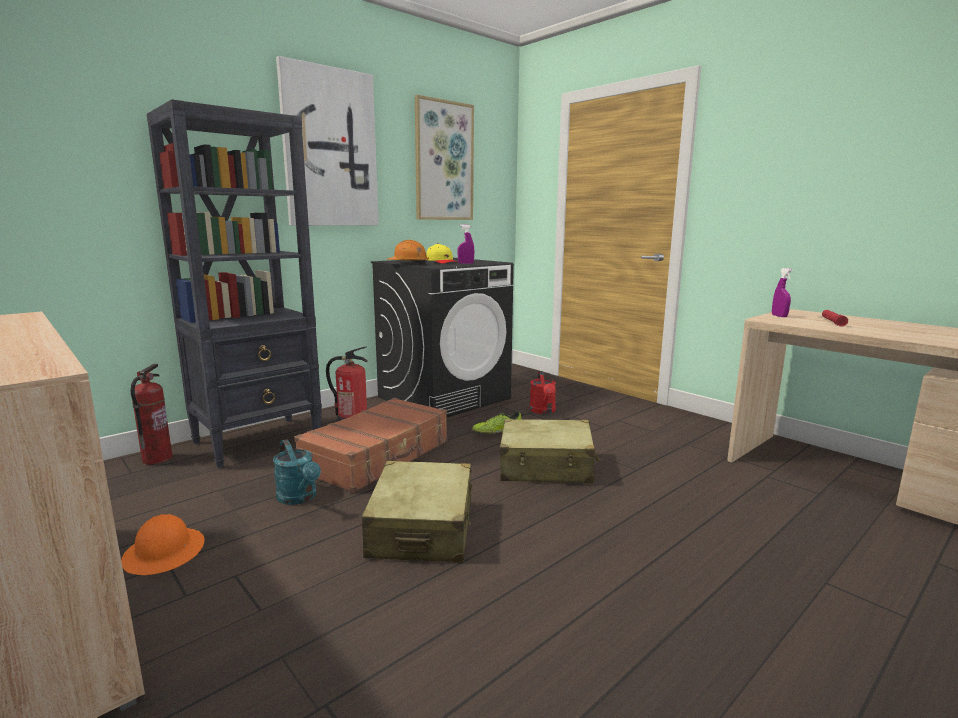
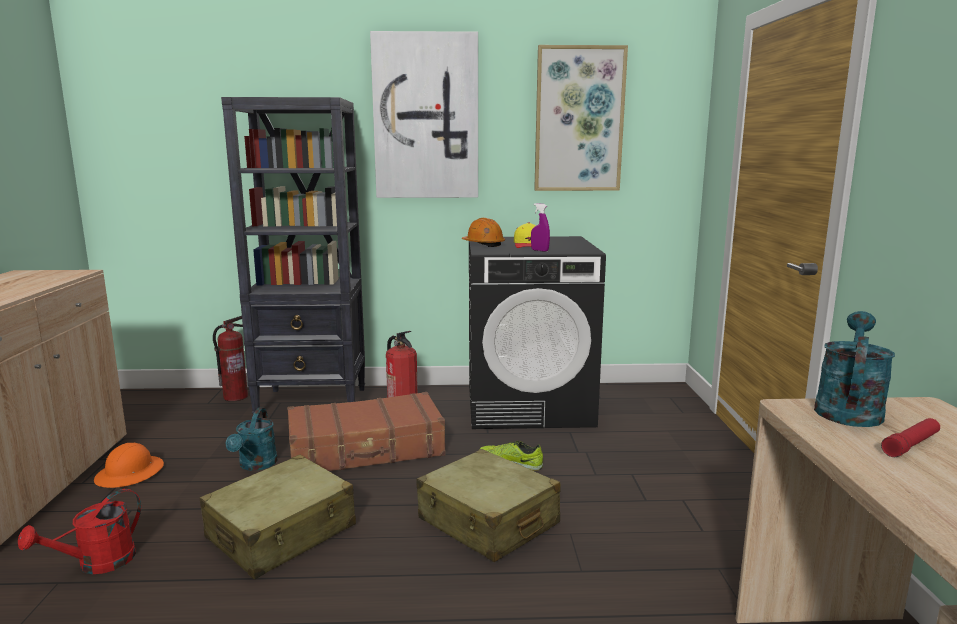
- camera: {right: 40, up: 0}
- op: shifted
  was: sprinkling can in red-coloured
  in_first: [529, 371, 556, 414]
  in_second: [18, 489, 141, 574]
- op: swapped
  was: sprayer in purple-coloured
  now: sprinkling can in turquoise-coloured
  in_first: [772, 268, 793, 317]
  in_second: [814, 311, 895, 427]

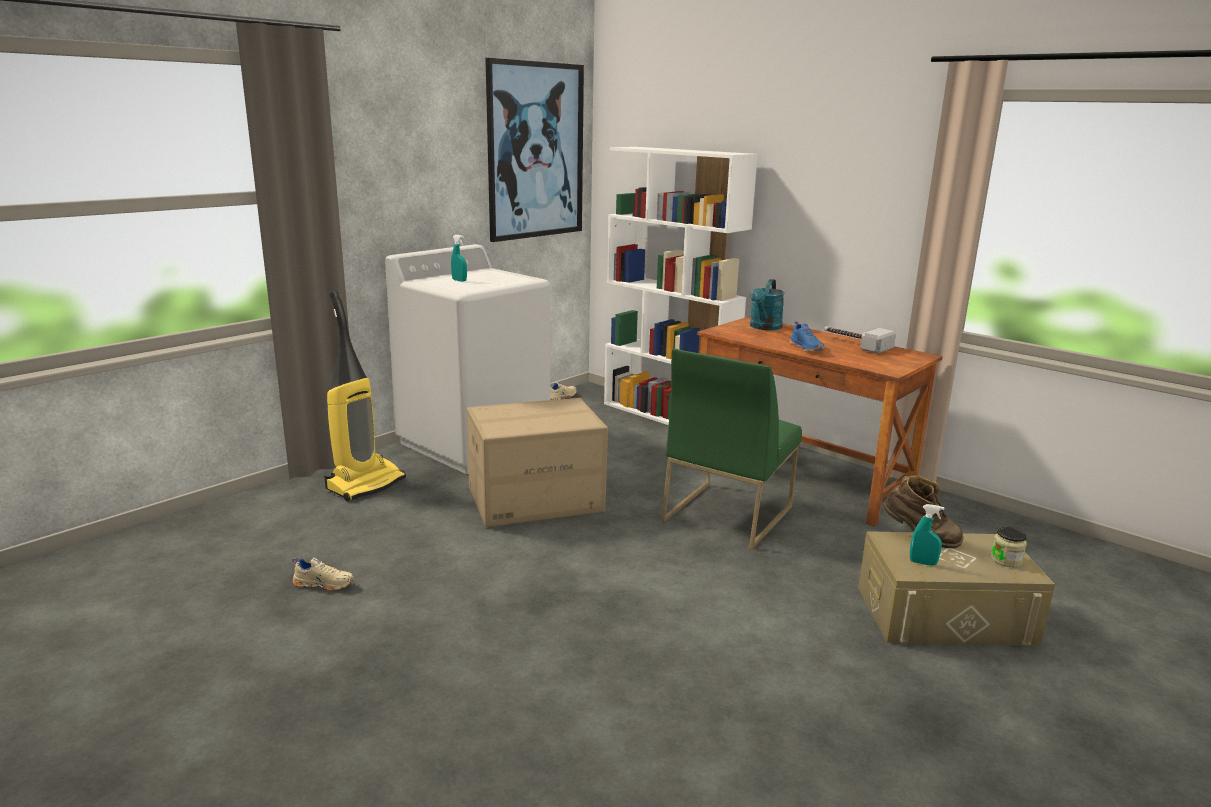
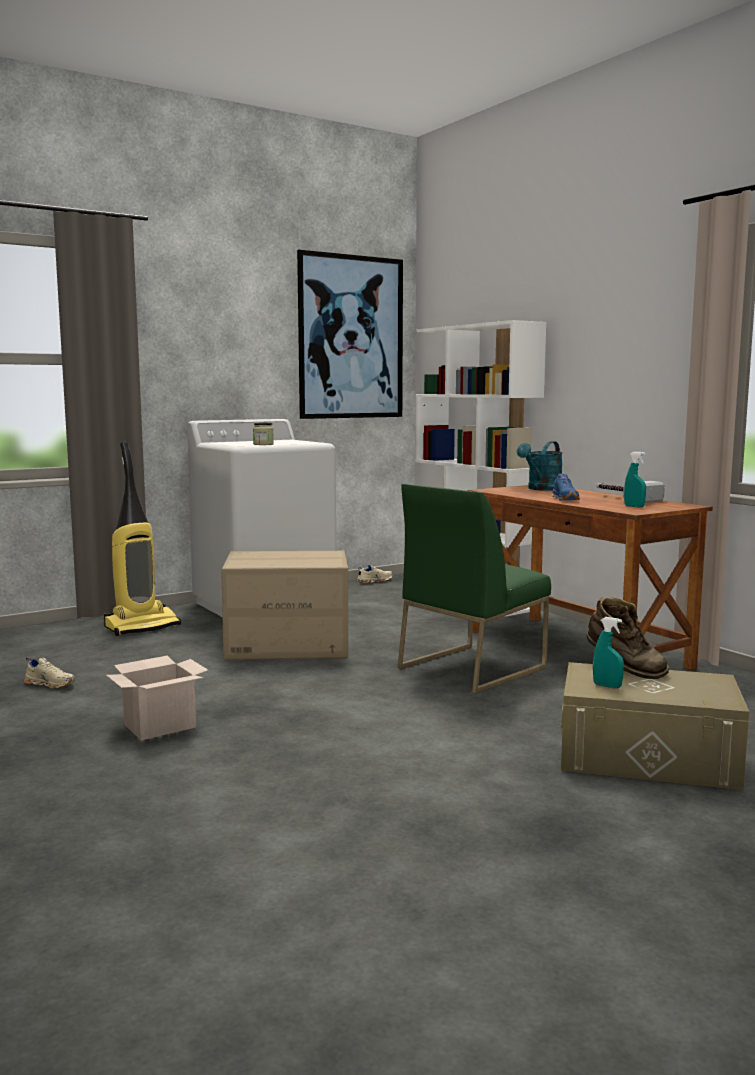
- camera: {right: 15, up: -10}
- op: shifted
  was: sprayer in turquoise-coloured
  in_first: [451, 235, 467, 282]
  in_second: [624, 452, 646, 507]
- op: shifted
  was: storage jar
  in_first: [991, 527, 1027, 568]
  in_second: [253, 422, 274, 445]
- op: new
  now: carton
  in_second: [106, 656, 209, 740]

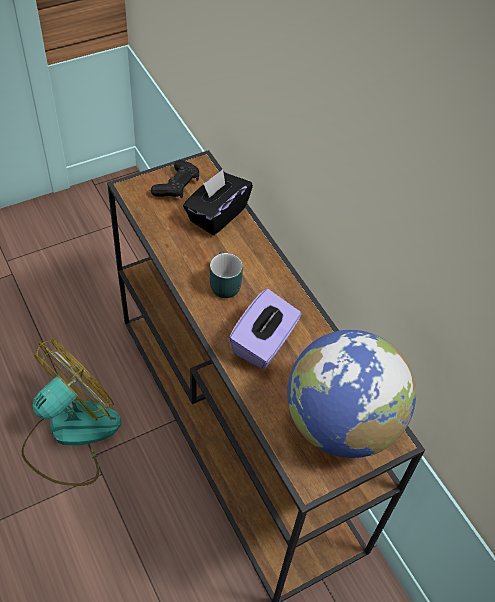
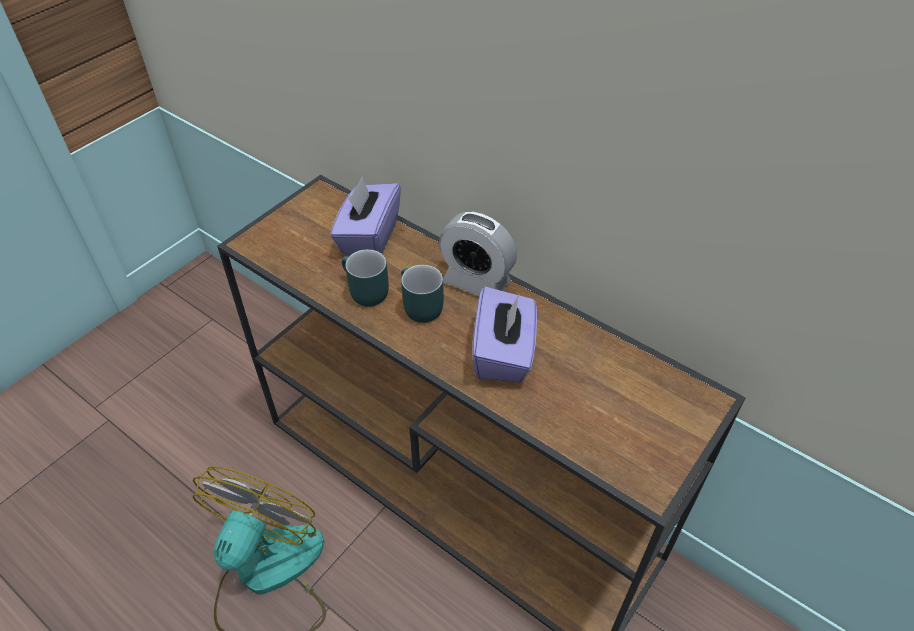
- camera: {right: -20, up: -5}
- op: gone
  was: game controller in black
  in_first: [151, 160, 199, 198]
- op: repainted
  was: tissue holder in black
  now: tissue holder in purple-coloured
  in_first: [183, 169, 253, 235]
  in_second: [330, 177, 401, 255]
- op: gone
  was: desk globe
  in_first: [287, 330, 416, 458]
- op: new
  now: tea mug in turquoise-coloured
  in_second: [342, 249, 389, 307]
- op: new
  now: table clock
  in_second: [439, 212, 517, 296]

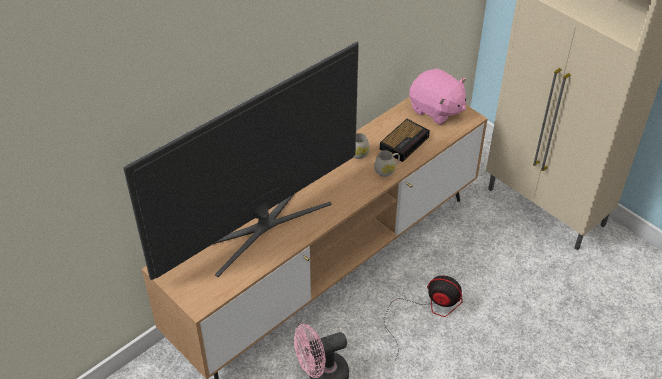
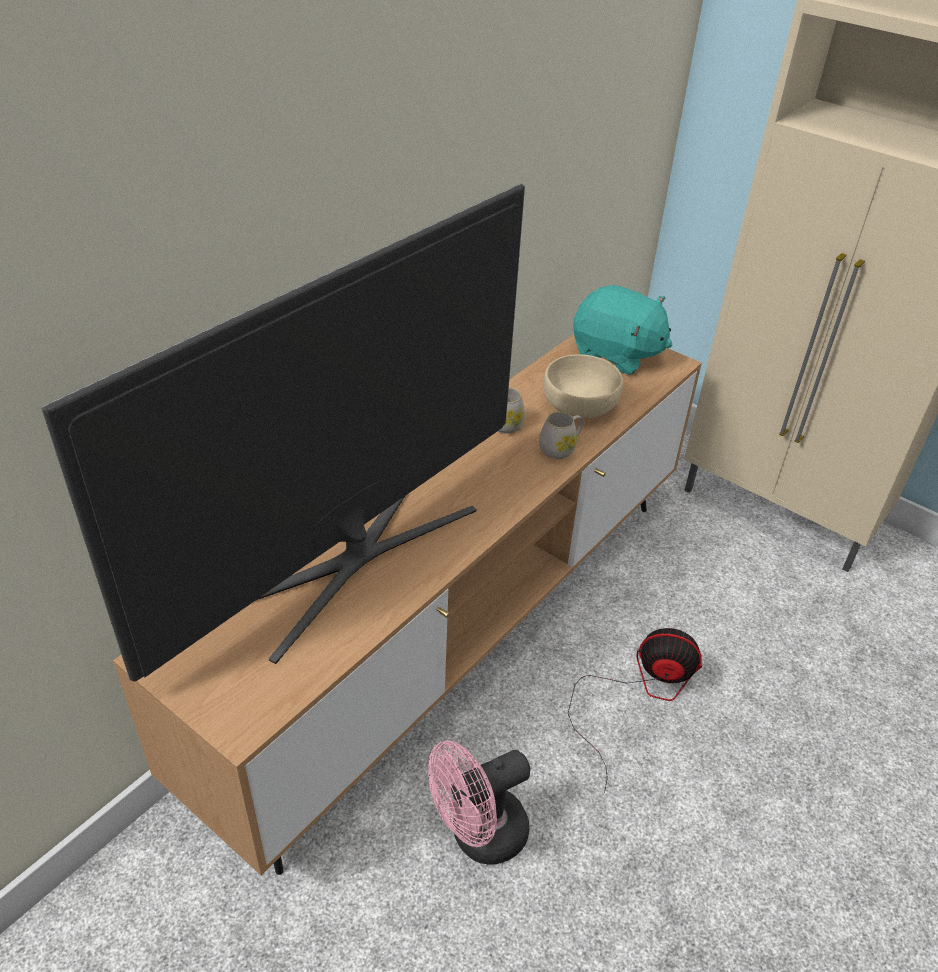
- camera: {right: -10, up: -5}
- op: swapped
  was: table clock
  now: serving bowl in beige-coloured
  in_first: [380, 119, 430, 162]
  in_second: [543, 354, 623, 418]
- op: repainted
  was: plush toy in pink-coloured
  now: plush toy in turquoise-coloured
  in_first: [409, 68, 466, 125]
  in_second: [573, 285, 672, 375]

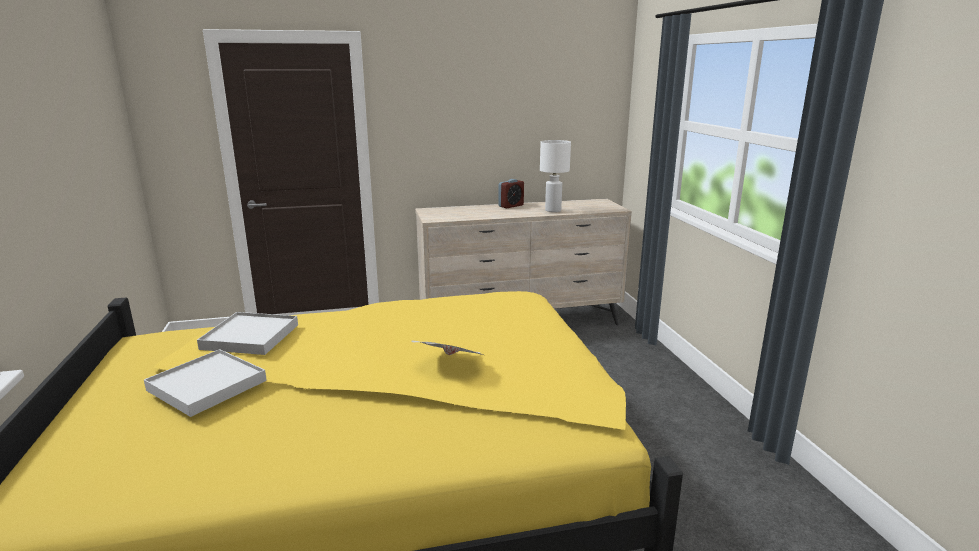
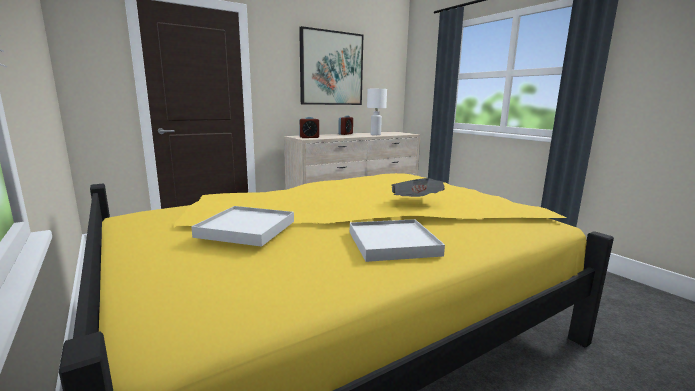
- camera: {right: -20, up: -5}
- op: shifted
  was: tray in white-coloured
  in_first: [197, 312, 298, 355]
  in_second: [350, 219, 445, 262]
- op: new
  now: wall art
  in_second: [299, 26, 363, 105]
- op: new
  now: table clock
  in_second: [299, 117, 319, 138]

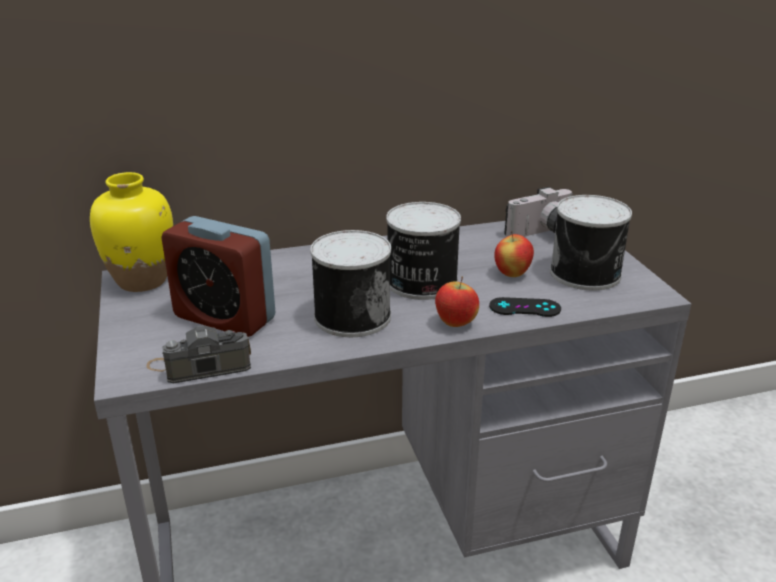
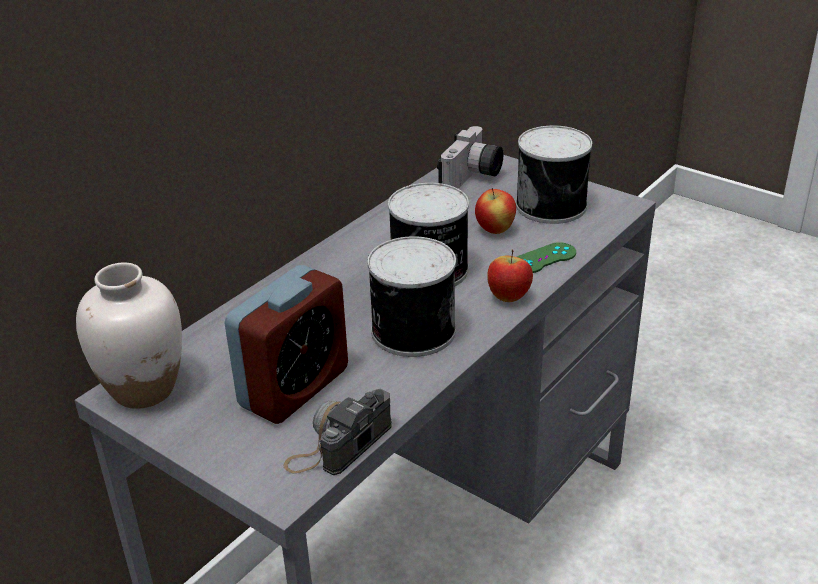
- camera: {right: -35, up: 5}
- op: repainted
  was: flower vase in yellow-coloured
  now: flower vase in white-coloured
  in_first: [90, 172, 173, 292]
  in_second: [76, 263, 182, 409]
- op: rotated
  was: table clock
  in_first: [161, 216, 276, 337]
  in_second: [224, 265, 348, 424]
  clockwise: -45
- op: repainted
  was: game controller in black
  now: game controller in green-coloured
  in_first: [489, 297, 561, 317]
  in_second: [517, 242, 576, 273]

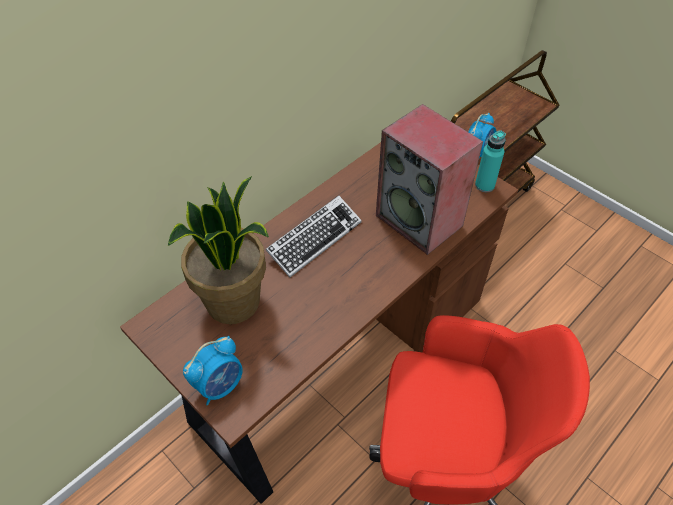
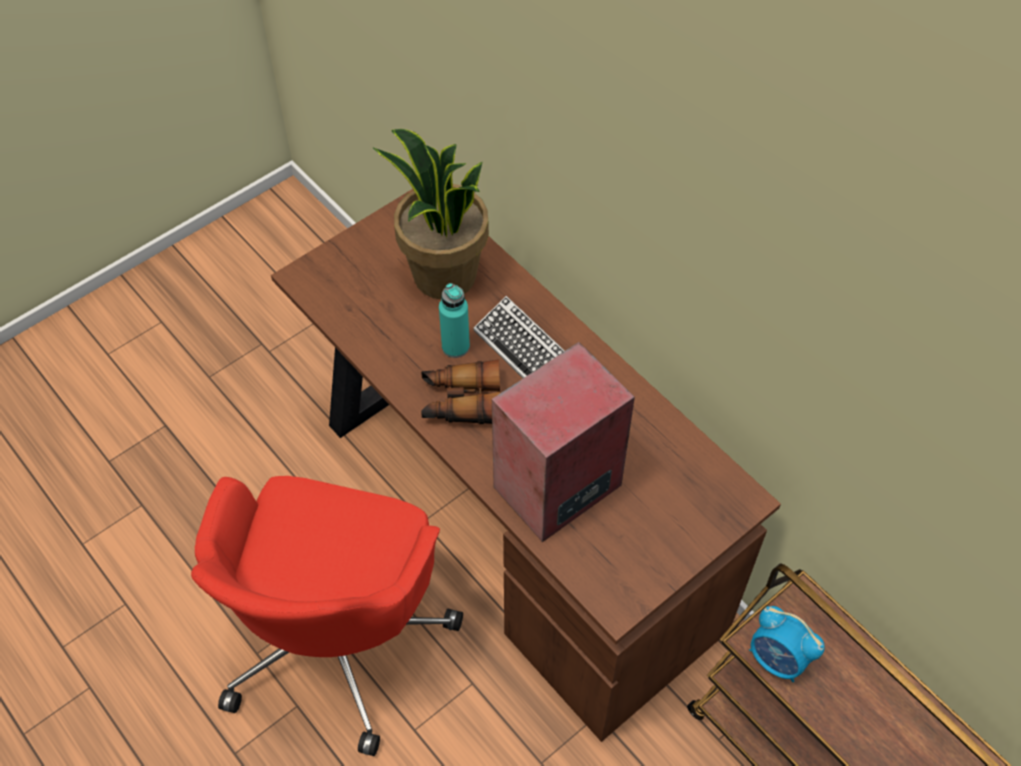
- camera: {right: 95, up: 5}
- op: gone
  was: table clock
  in_first: [183, 336, 243, 405]
- op: shifted
  was: drink bottle in turquoise-coloured
  in_first: [475, 130, 506, 192]
  in_second: [439, 283, 470, 358]
- op: new
  now: pair of binoculars
  in_second: [421, 360, 500, 424]

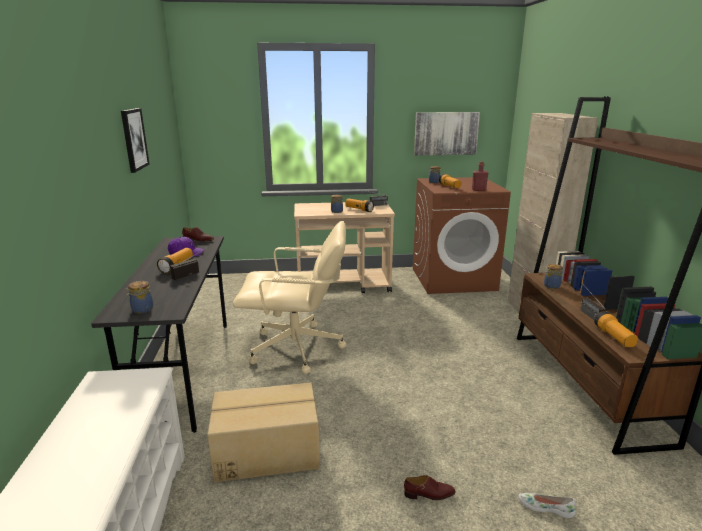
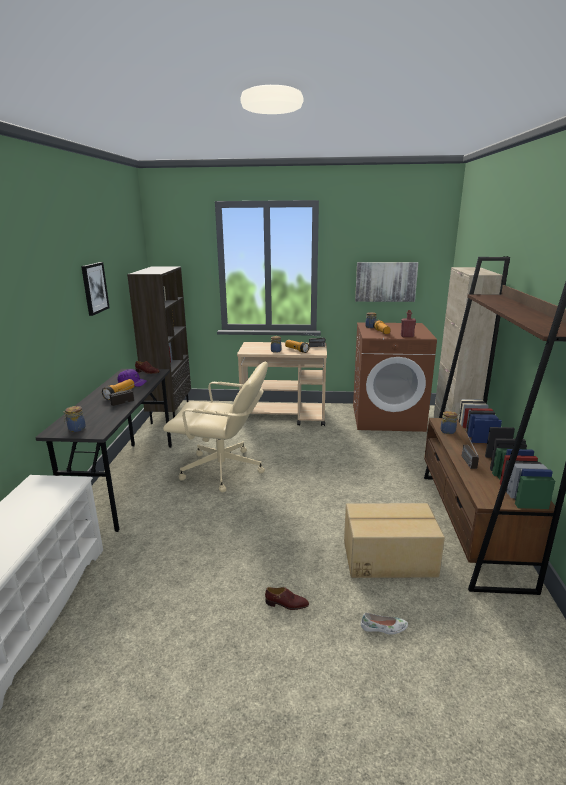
- camera: {right: 10, up: 0}
- op: shifted
  was: carton
  in_first: [207, 383, 320, 482]
  in_second: [344, 503, 445, 578]
- op: rotated
  was: low shoe in white-coloured
  in_first: [518, 493, 576, 518]
  in_second: [361, 613, 408, 635]
  clockwise: 150
- op: gone
  was: hand torch
  in_first: [594, 311, 638, 347]
- op: new
  now: bookcase in brown
  in_second: [127, 266, 191, 424]

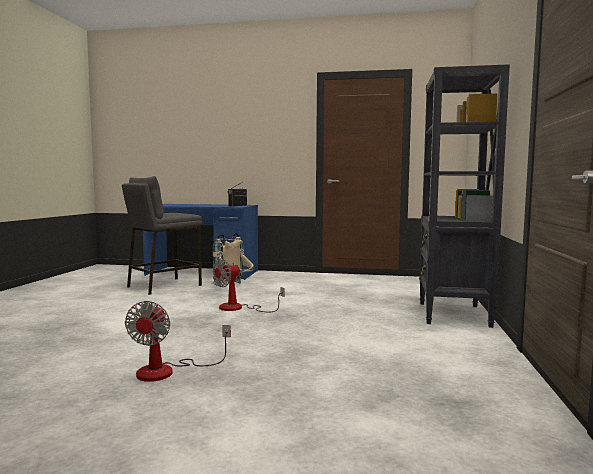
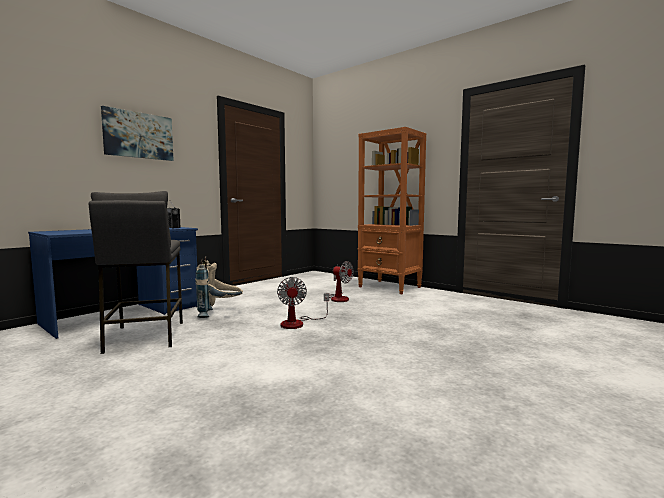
- camera: {right: -60, up: 0}
- op: shifted
  was: cooling fan
  in_first: [125, 301, 231, 382]
  in_second: [329, 261, 353, 302]
- op: repainted
  was: bookcase in black
  now: bookcase in orange-coloured
  in_first: [419, 64, 510, 328]
  in_second: [357, 127, 426, 294]
- op: new
  now: wall art
  in_second: [101, 106, 174, 161]

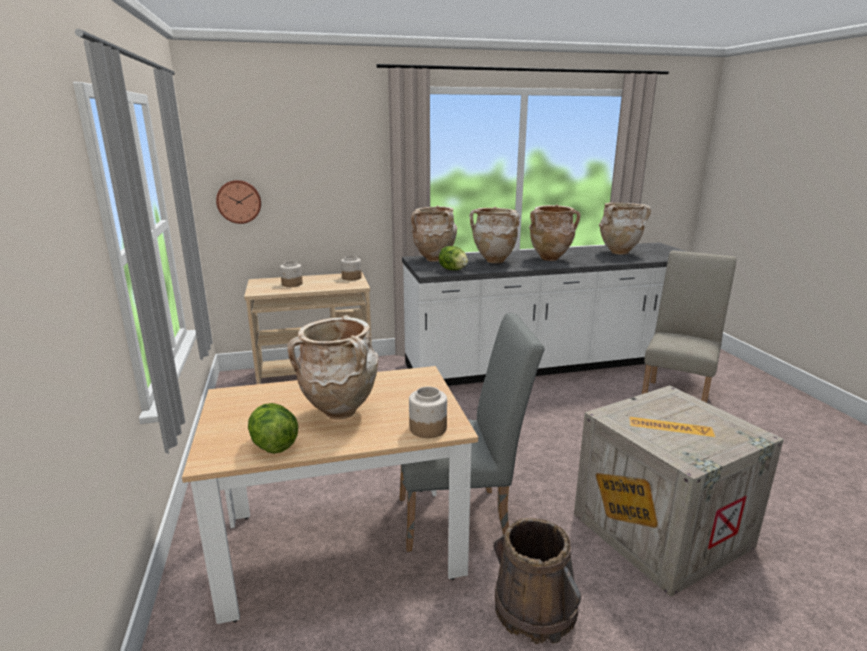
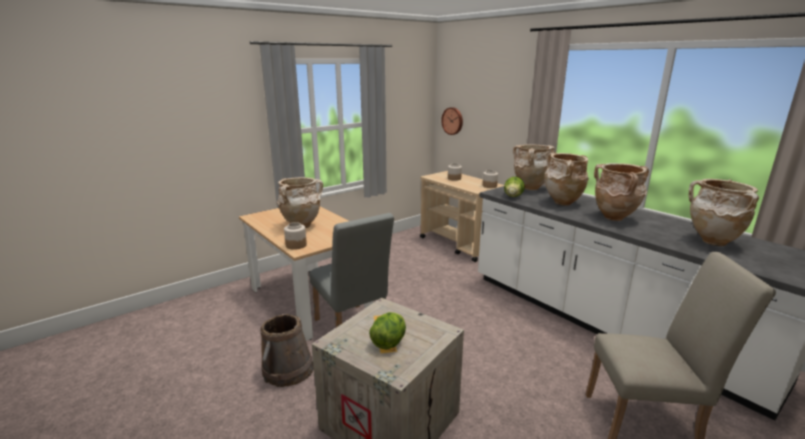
- camera: {right: 65, up: 0}
- op: shifted
  was: lettuce head
  in_first: [248, 403, 298, 454]
  in_second: [369, 312, 406, 349]

